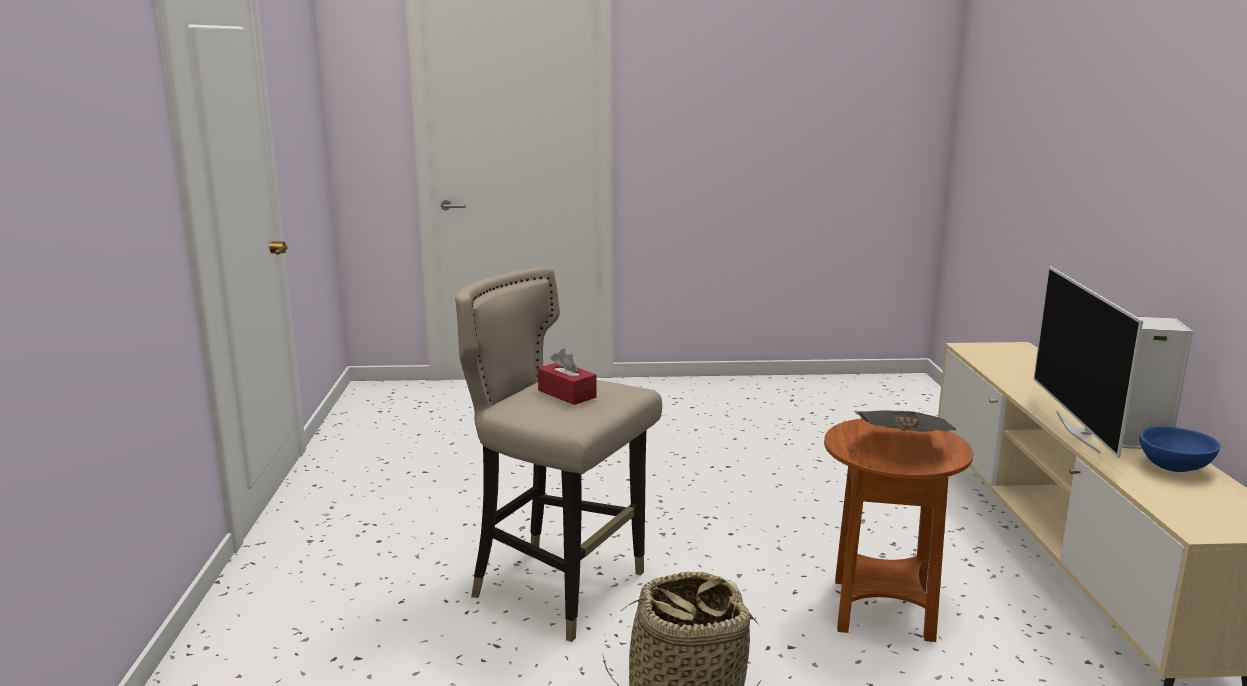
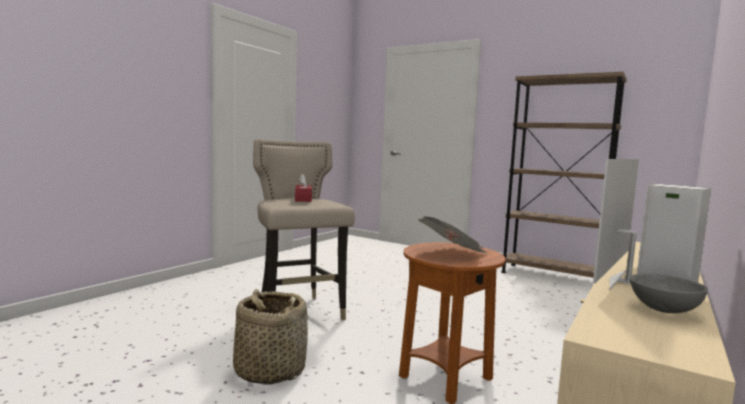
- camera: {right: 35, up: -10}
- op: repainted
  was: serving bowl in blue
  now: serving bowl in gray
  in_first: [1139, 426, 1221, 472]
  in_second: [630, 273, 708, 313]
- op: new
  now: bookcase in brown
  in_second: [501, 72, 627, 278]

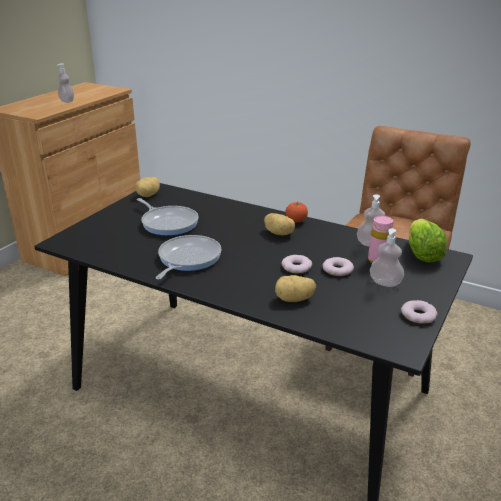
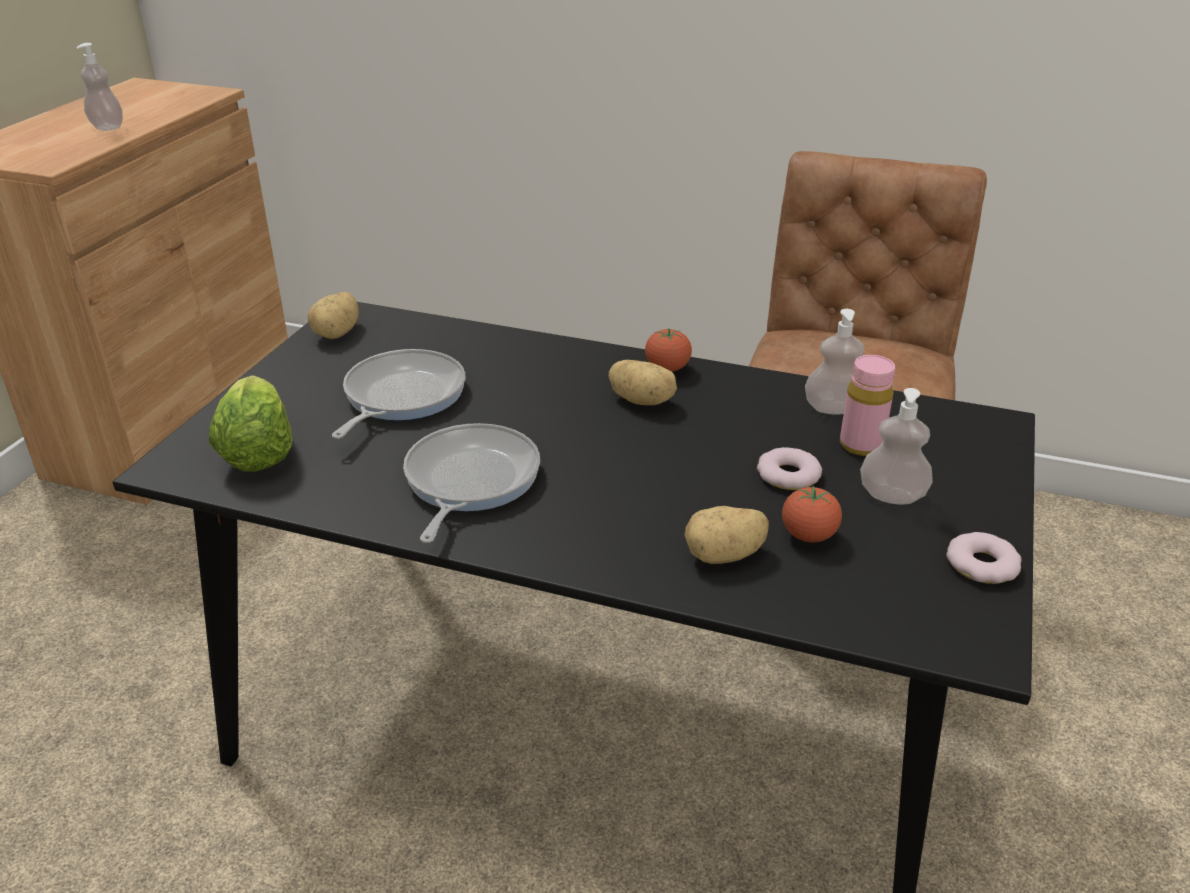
- camera: {right: -10, up: 5}
- op: rotated
  was: frying pan
  in_first: [137, 198, 199, 236]
  in_second: [332, 349, 465, 439]
  clockwise: -105
- op: gone
  was: donut
  in_first: [281, 255, 312, 274]
- op: shifted
  was: lettuce head
  in_first: [409, 219, 447, 263]
  in_second: [209, 375, 292, 472]
- op: new
  now: tomato
  in_second: [782, 486, 842, 542]

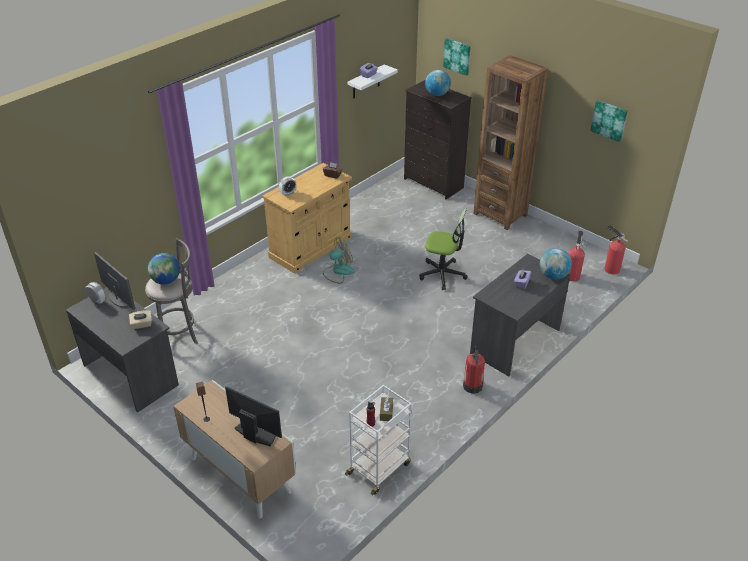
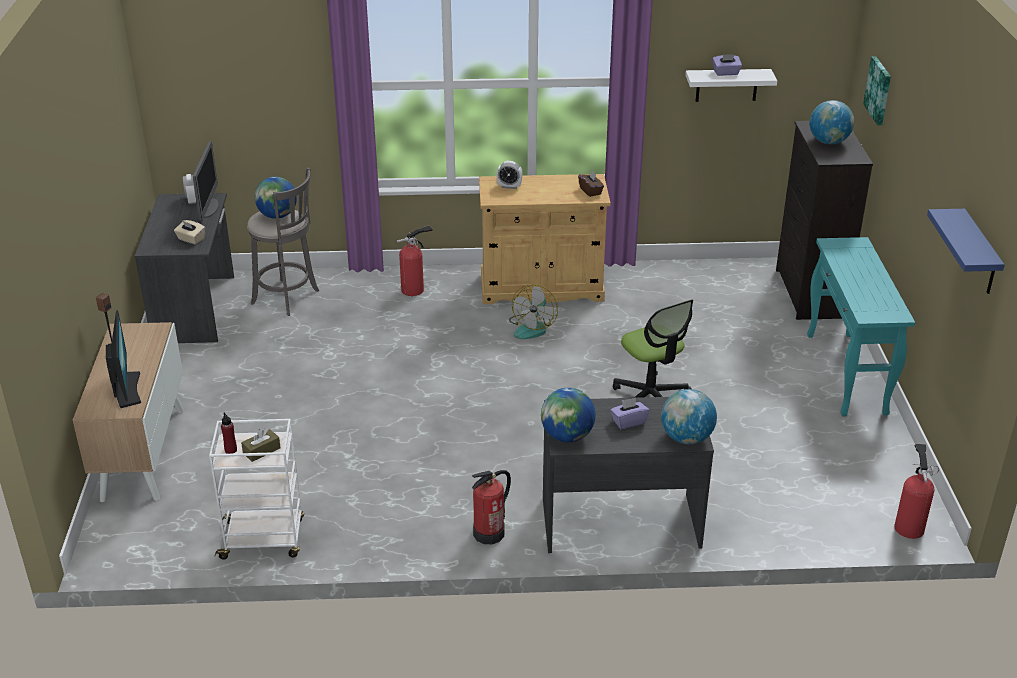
- camera: {right: 45, up: -5}
- op: rotated
  was: cooling fan
  in_first: [323, 237, 355, 283]
  in_second: [509, 285, 558, 339]
  clockwise: 90
- op: swapped
  was: bookcase in brown
  now: hall table in turquoise-coloured
  in_first: [473, 55, 548, 230]
  in_second: [807, 237, 915, 416]
- op: shifted
  was: extinguisher
  in_first: [568, 231, 588, 281]
  in_second: [397, 226, 432, 296]
- op: swapped
  was: wall art
  now: shelf in blue
  in_first: [590, 100, 628, 142]
  in_second: [927, 209, 1005, 294]
- op: new
  now: desk globe
  in_second: [541, 388, 595, 442]

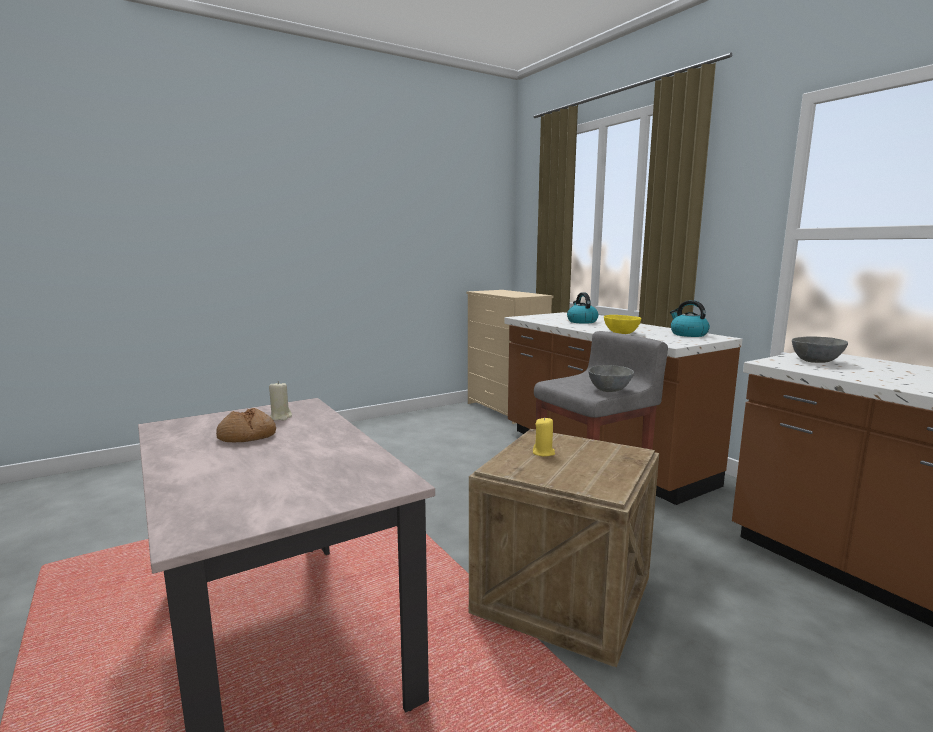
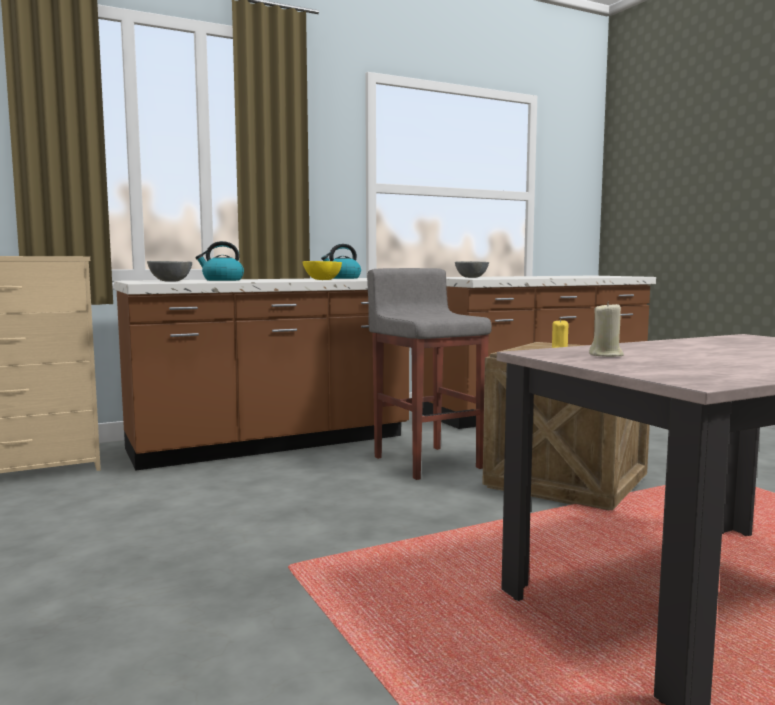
- camera: {right: -85, up: -5}
- op: gone
  was: bread
  in_first: [216, 408, 276, 442]
- op: shifted
  was: serving bowl in gray
  in_first: [588, 365, 634, 392]
  in_second: [147, 261, 192, 282]

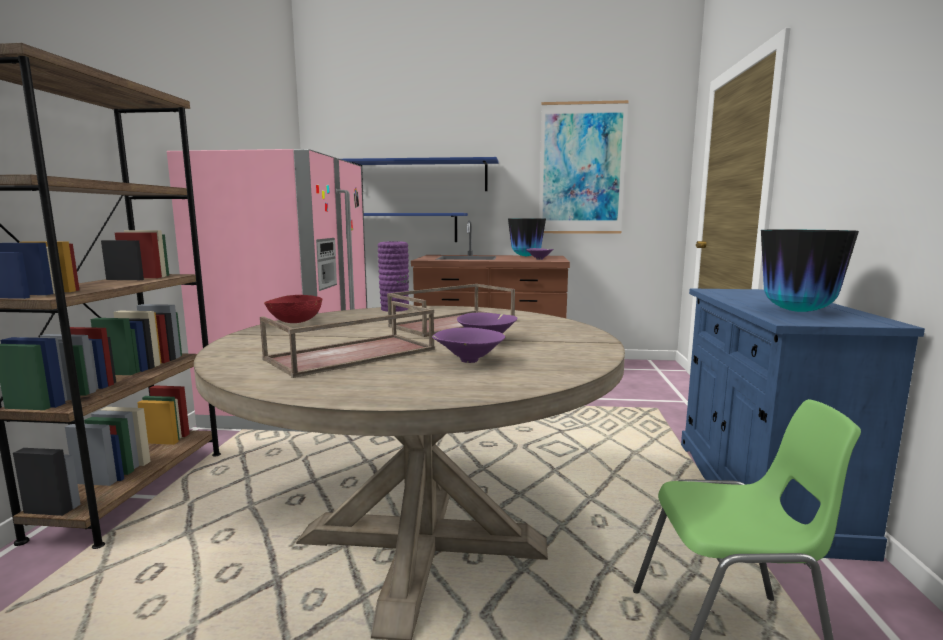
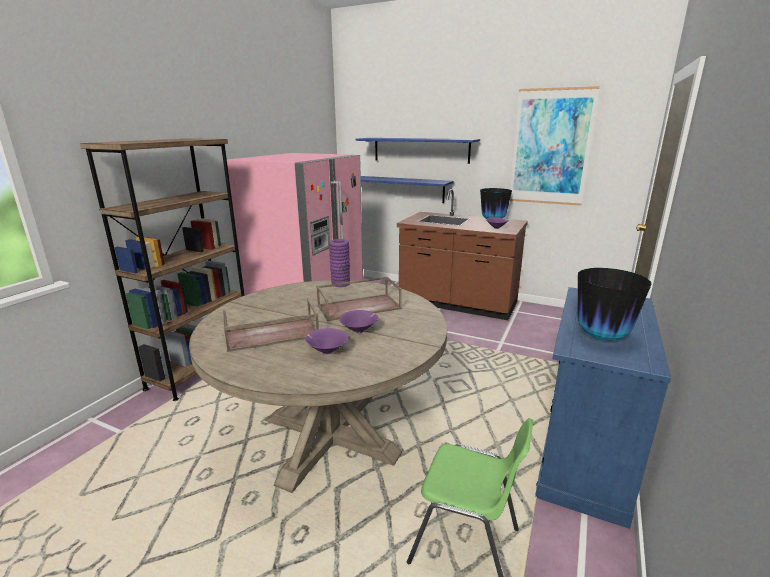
- camera: {right: 20, up: 10}
- op: gone
  was: serving bowl in red-coloured
  in_first: [264, 295, 322, 323]

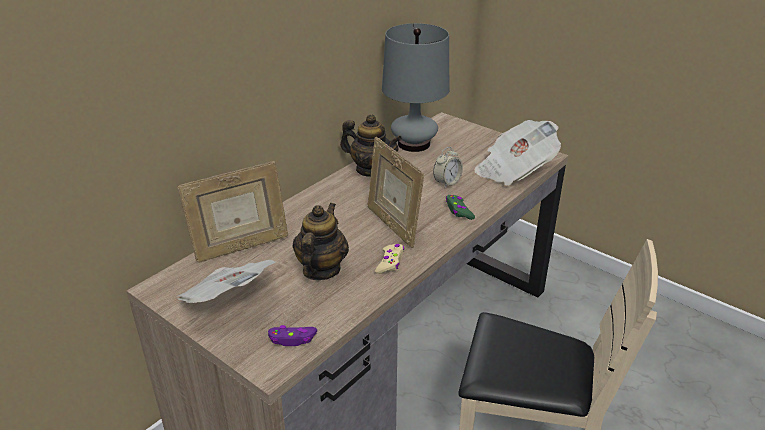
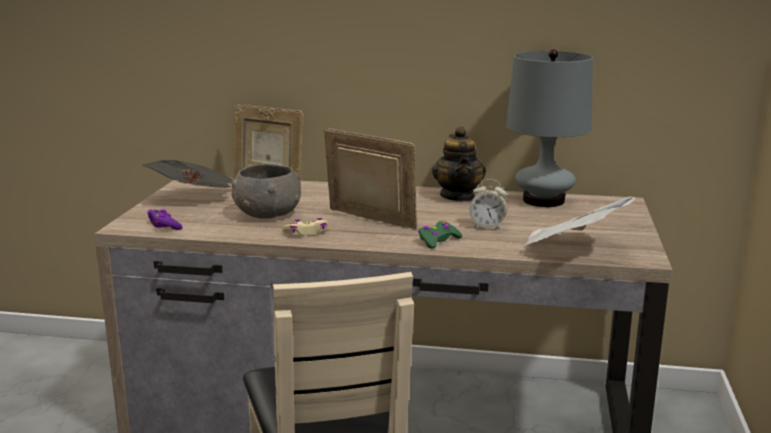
- camera: {right: 60, up: -15}
- op: swapped
  was: pot for tea
  now: serving bowl in gray
  in_first: [292, 203, 349, 280]
  in_second: [231, 164, 301, 219]
- op: rotated
  was: picture frame
  in_first: [368, 137, 424, 248]
  in_second: [324, 128, 417, 229]
  clockwise: 90

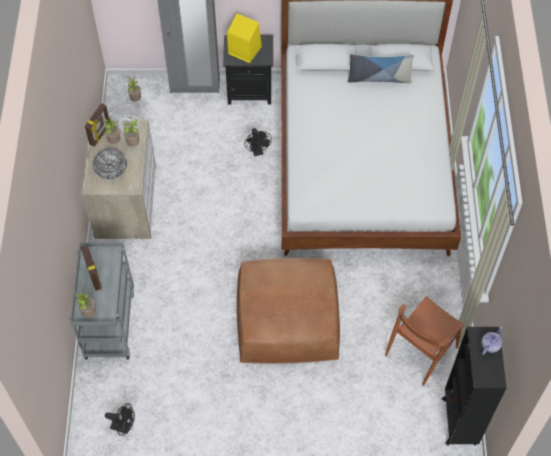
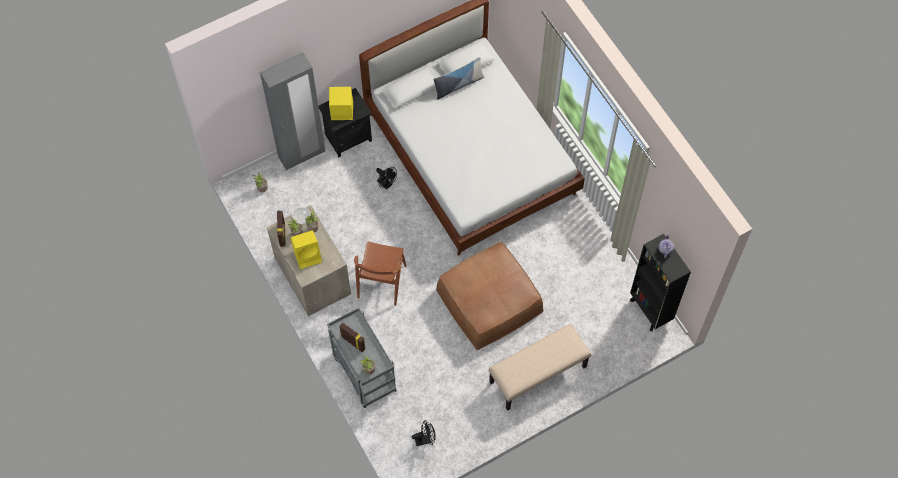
- camera: {right: -30, up: 5}
- op: swapped
  was: serving bowl
  now: speaker in yellow-coloured
  in_first: [93, 149, 127, 179]
  in_second: [291, 230, 322, 269]
- op: shifted
  was: plain chair in brown
  in_first: [385, 296, 464, 386]
  in_second: [354, 241, 406, 306]
- op: new
  now: indoor bench in beige-coloured
  in_second: [489, 324, 591, 411]

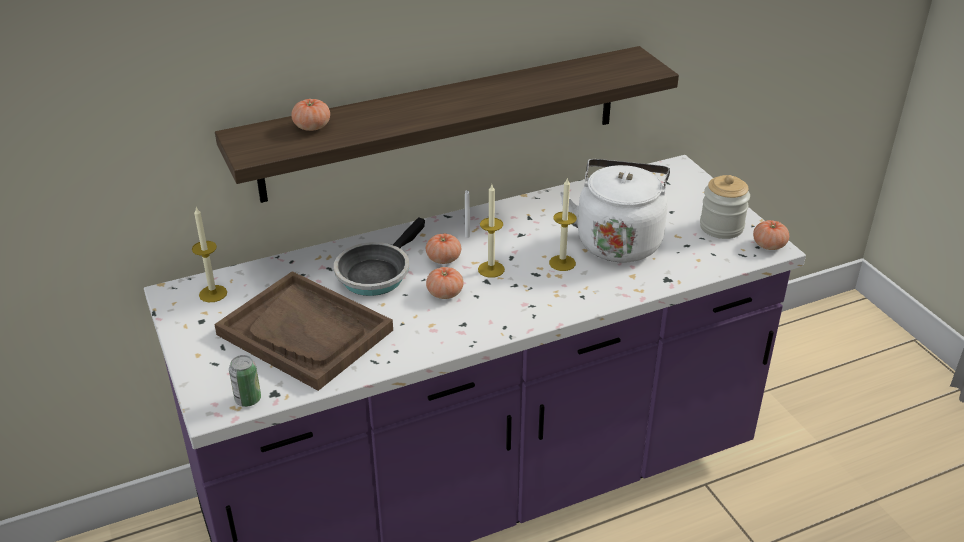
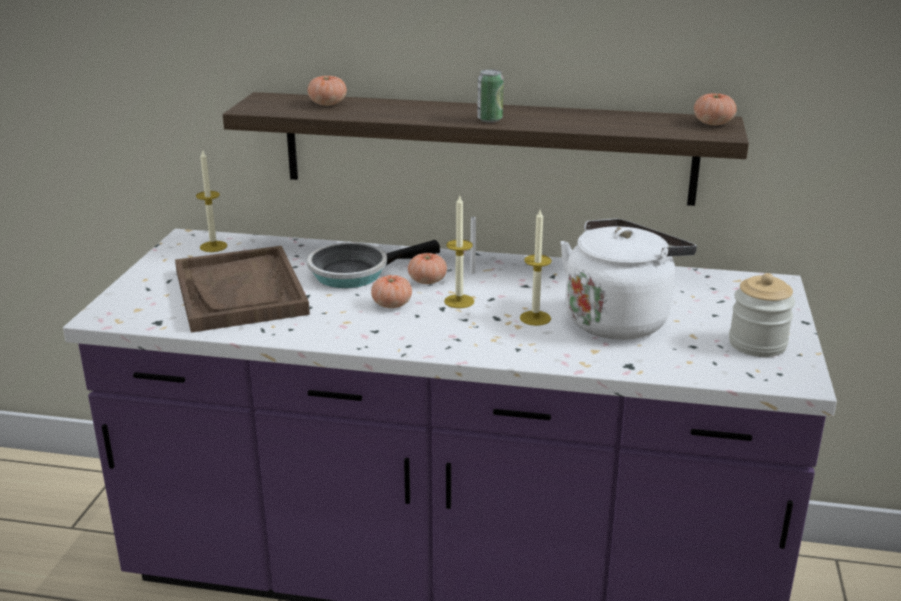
- camera: {right: 35, up: -10}
- op: shifted
  was: sealed can
  in_first: [229, 355, 261, 407]
  in_second: [477, 69, 504, 123]
- op: shifted
  was: tomato
  in_first: [753, 220, 789, 250]
  in_second: [694, 93, 737, 125]

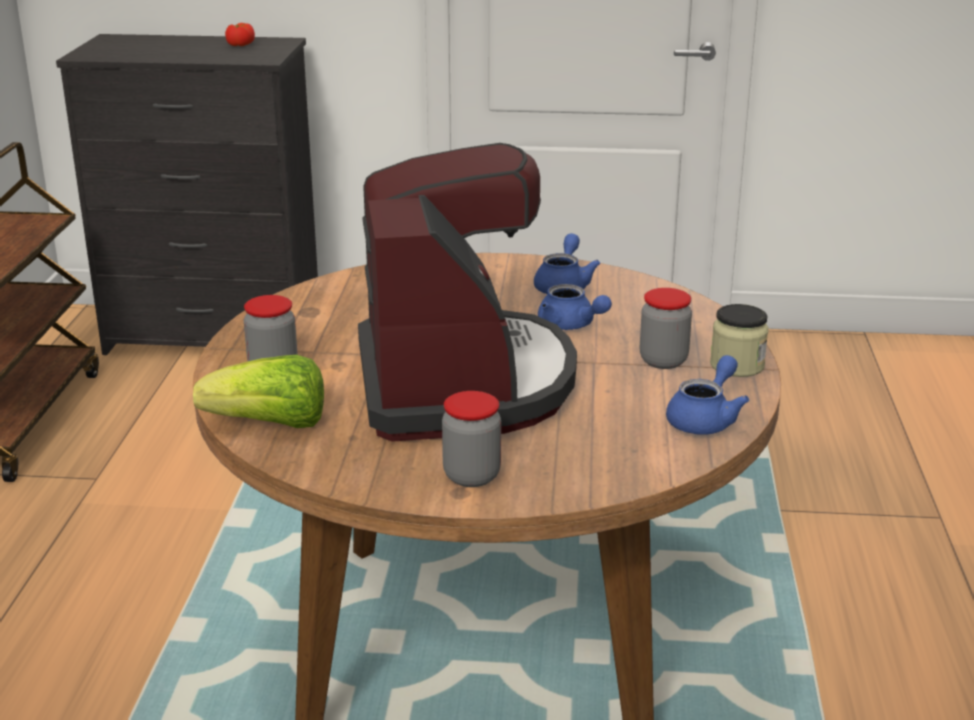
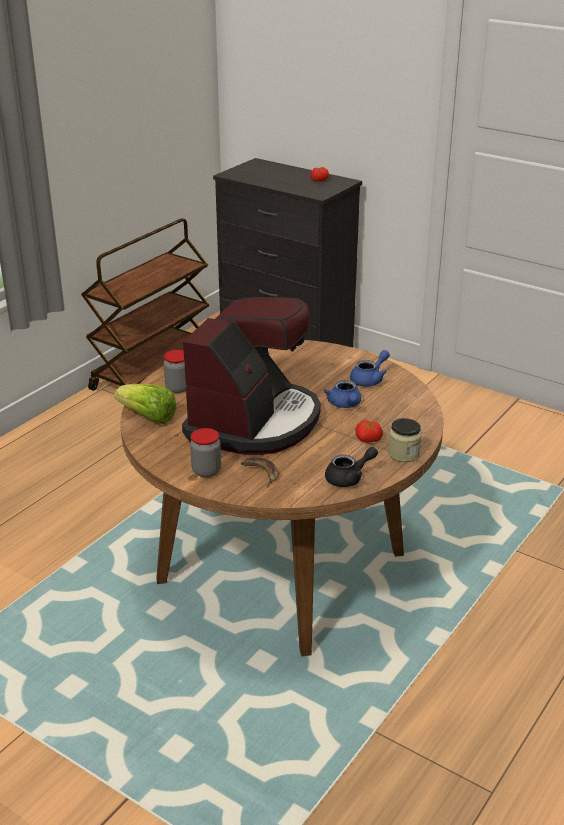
- camera: {right: 30, up: 5}
- op: swapped
  was: storage jar
  now: tomato
  in_first: [640, 288, 692, 369]
  in_second: [355, 420, 383, 443]
- op: repainted
  was: pot for tea in blue
  now: pot for tea in black
  in_first: [666, 355, 749, 435]
  in_second: [325, 447, 378, 487]
- op: new
  now: banana
  in_second: [241, 457, 279, 488]

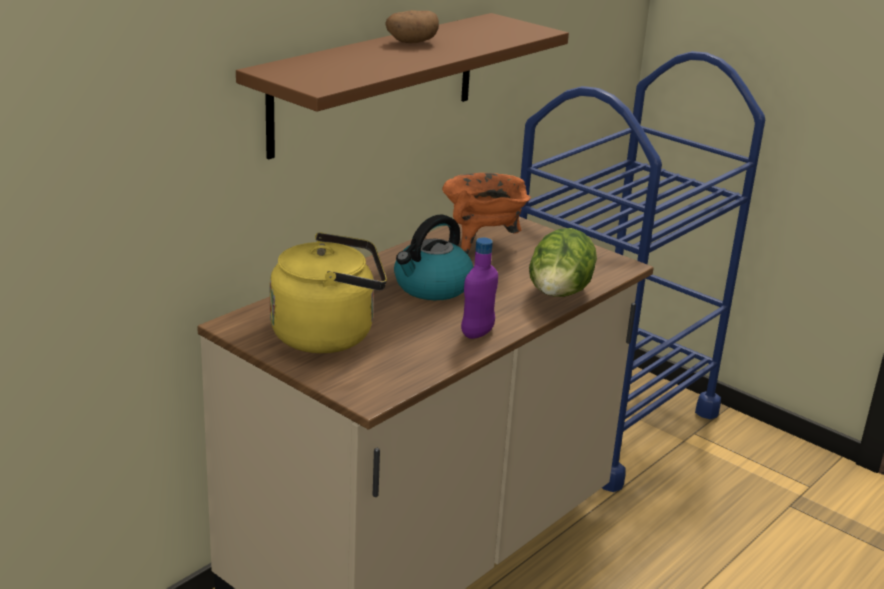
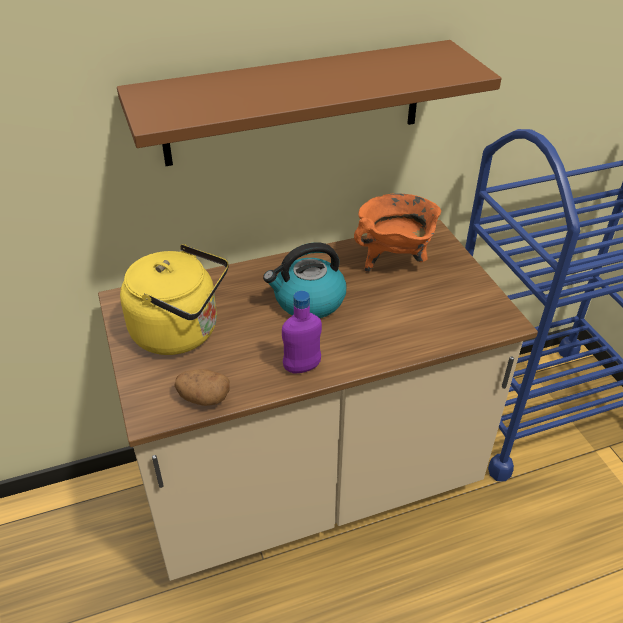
- camera: {right: 30, up: 15}
- op: shifted
  was: whole potato
  in_first: [385, 10, 439, 43]
  in_second: [174, 369, 230, 406]
- op: gone
  was: lettuce head
  in_first: [529, 228, 597, 297]

